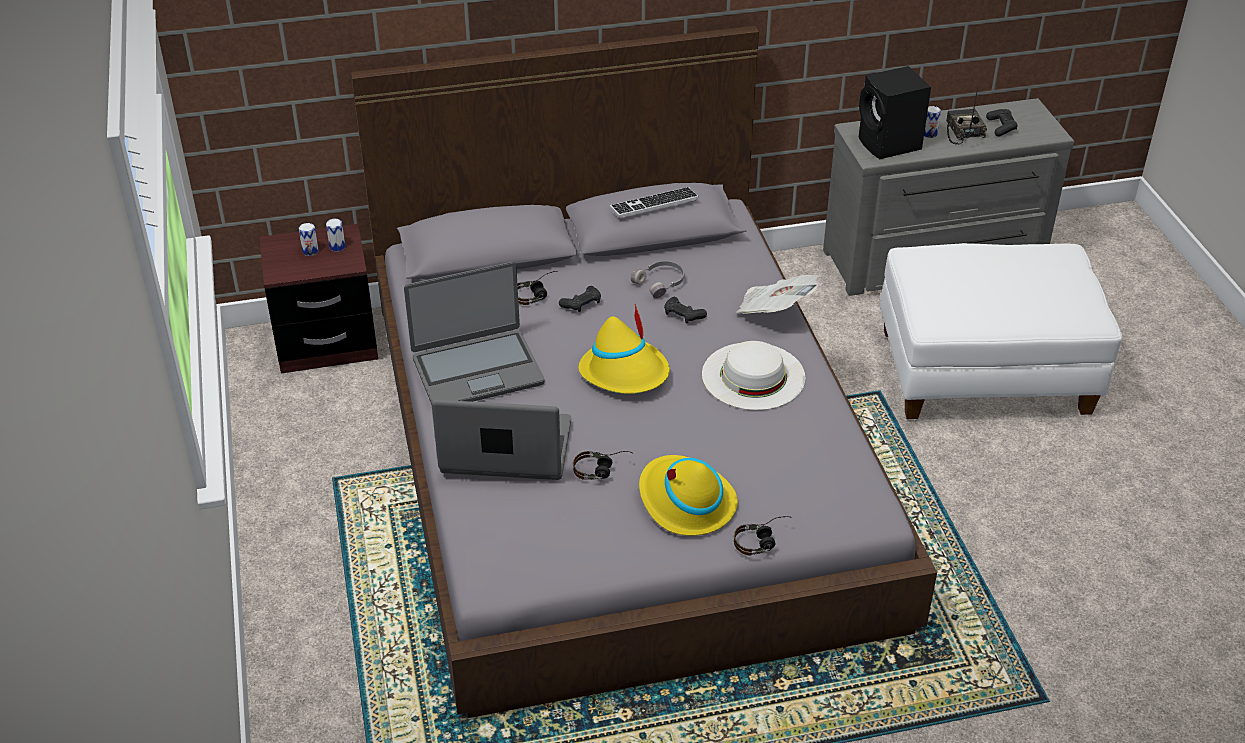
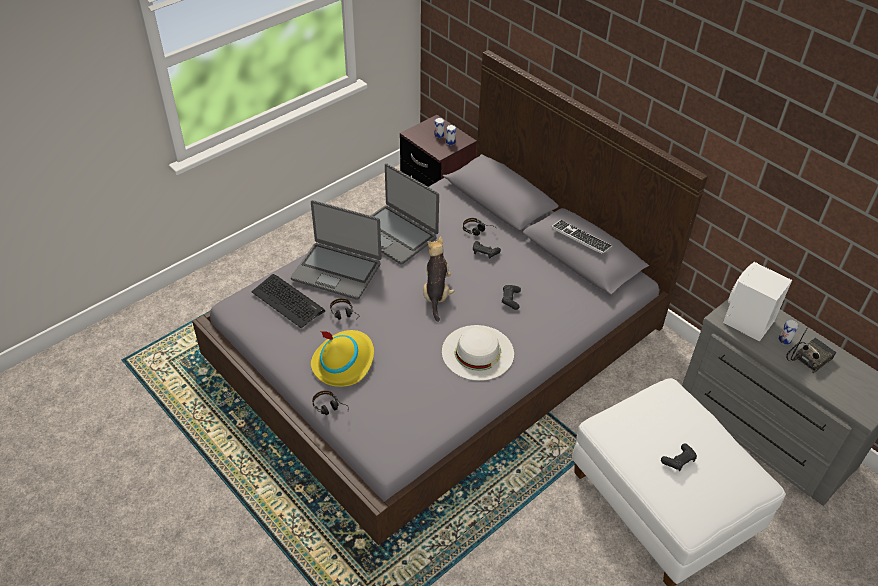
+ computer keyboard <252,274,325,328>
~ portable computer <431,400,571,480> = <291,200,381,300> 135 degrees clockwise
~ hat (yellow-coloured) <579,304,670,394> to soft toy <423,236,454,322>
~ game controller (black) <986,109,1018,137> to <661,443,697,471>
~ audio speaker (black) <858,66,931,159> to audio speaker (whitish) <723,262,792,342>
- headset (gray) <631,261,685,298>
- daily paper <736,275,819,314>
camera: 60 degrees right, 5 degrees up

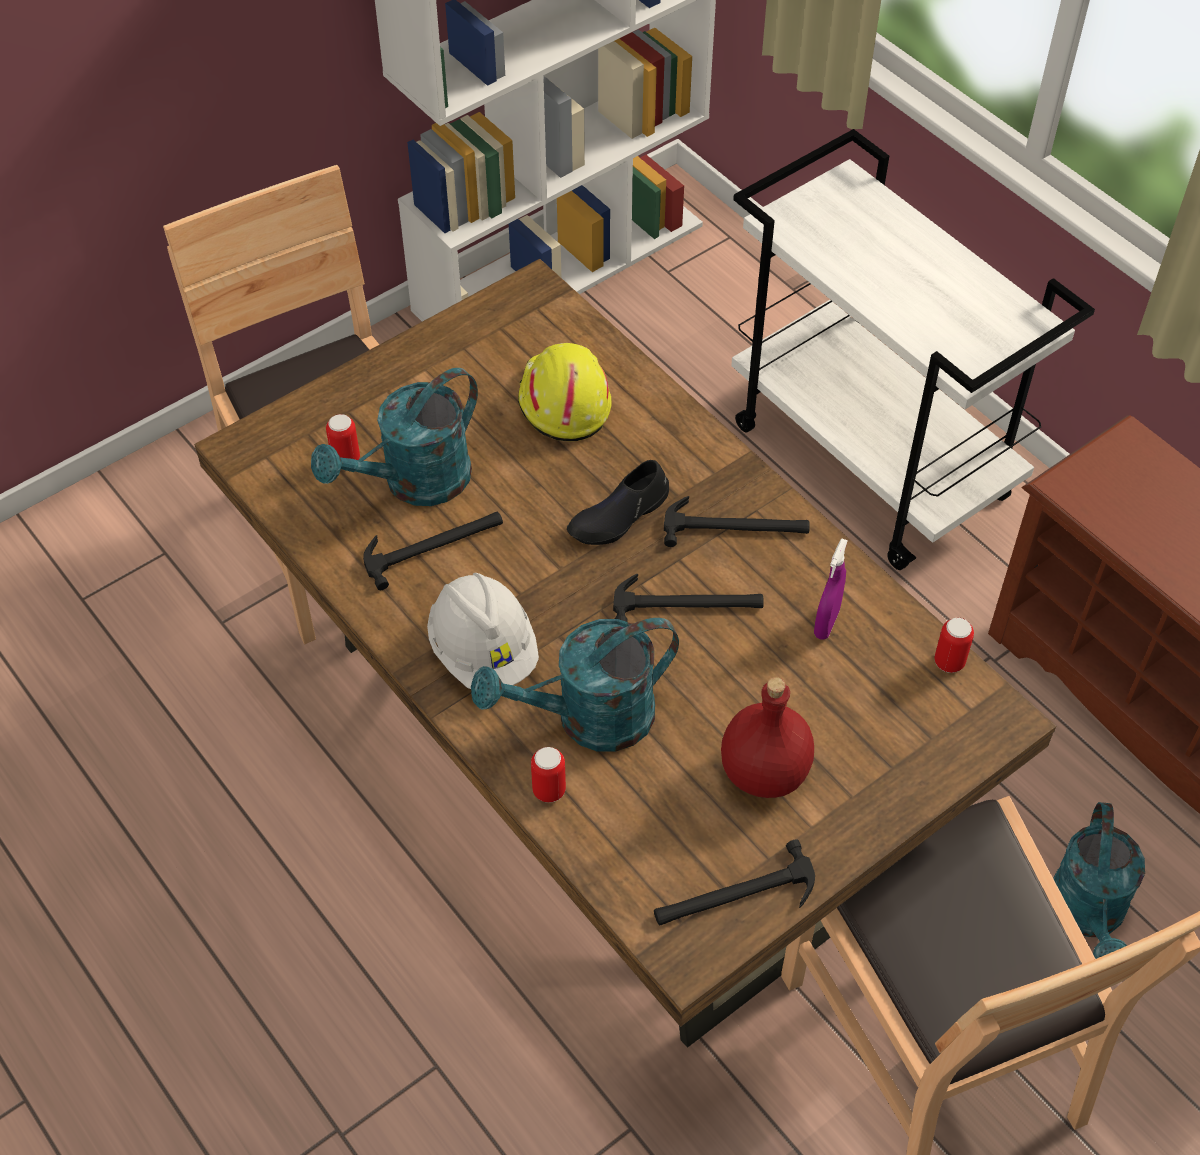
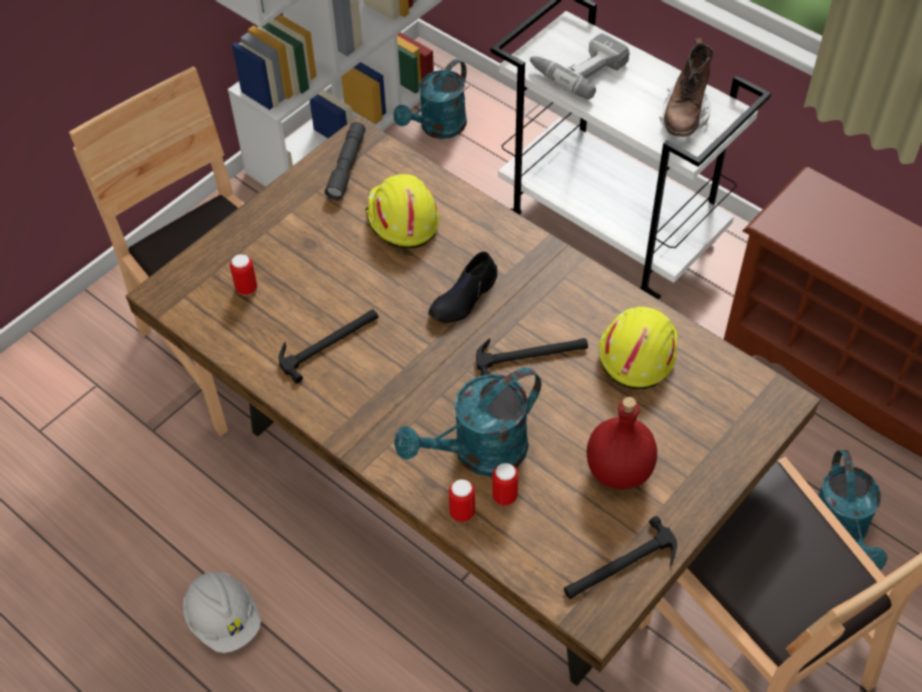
~ hard hat (whitish) <427,573,539,689> to <183,571,261,653>
+ hand torch (gray) <324,122,365,201>
~ watering can (turquoise-coloured) <311,368,478,506> to <393,59,467,139>
~ metal can <935,618,974,673> to <492,463,518,506>
+ electric drill <530,33,630,99>
~ sprayer (purple) <814,538,848,639> to hard hat (yellow-coloured) <599,307,678,389>
+ boot (brown) <660,38,714,137>
- hand hammer <664,496,810,547>
camera: 10 degrees left, 0 degrees up

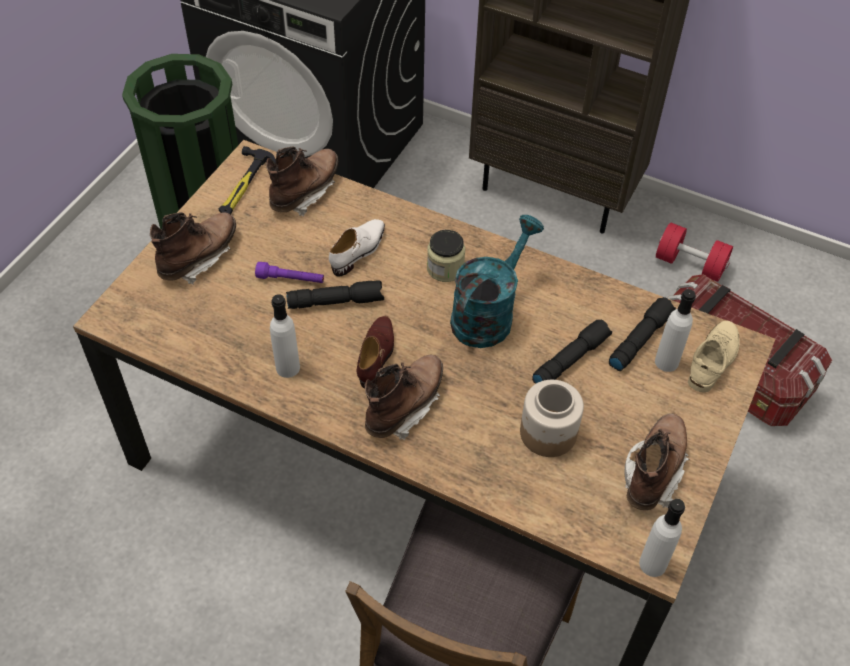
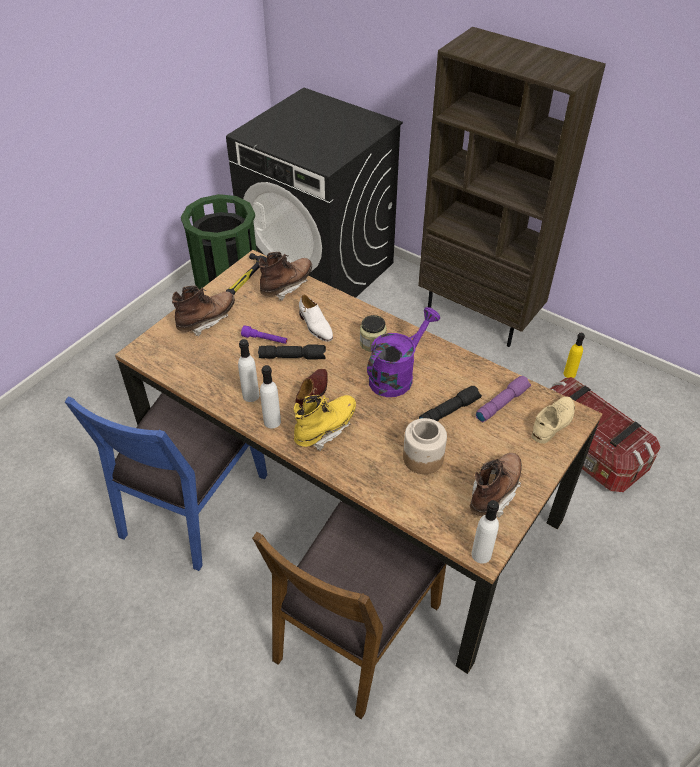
+ plain chair (blue-coloured) <65,393,267,571>
~ drink bottle (whitish) <655,289,696,372> to <260,365,281,429>
~ boot (brown) <365,355,443,440> to boot (yellow-coloured) <294,395,356,451>
~ low shoe (whitish) <329,219,385,277> = <299,295,333,342> 105 degrees clockwise
~ watering can (turquoise-coloured) <450,215,544,348> to watering can (purple) <367,307,440,397>
~ hand torch (black) <609,297,676,371> to hand torch (purple) <476,376,531,422>
~ hand weight (red) <656,222,733,282> to drink bottle (yellow-coloured) <563,333,585,378>
camera: 10 degrees right, 5 degrees down

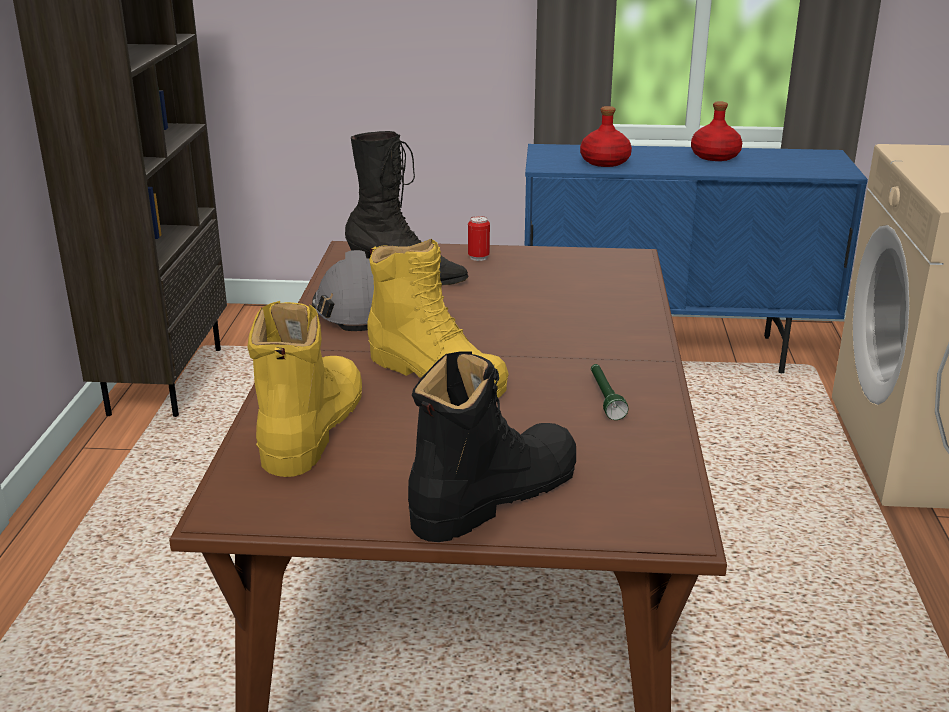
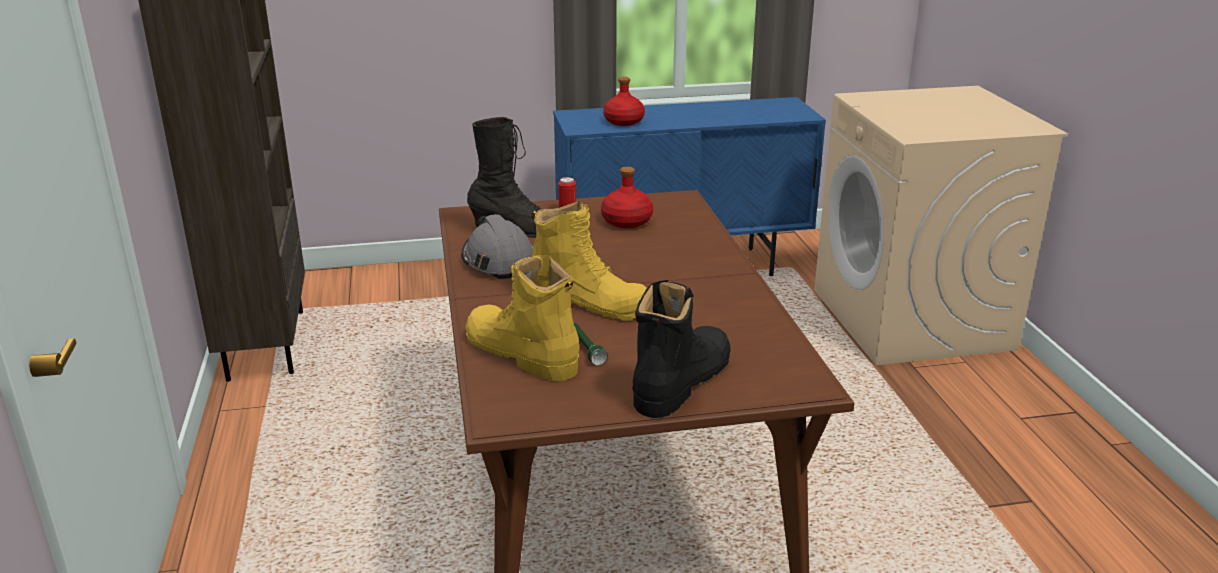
~ boot (yellow-coloured) <247,301,362,477> = <465,255,579,381> 45 degrees counterclockwise
~ hand torch (green-coloured) <591,364,628,420> to <573,322,608,366>
~ drink bottle (red) <691,101,742,161> to <601,167,653,228>
camera: 15 degrees left, 0 degrees up

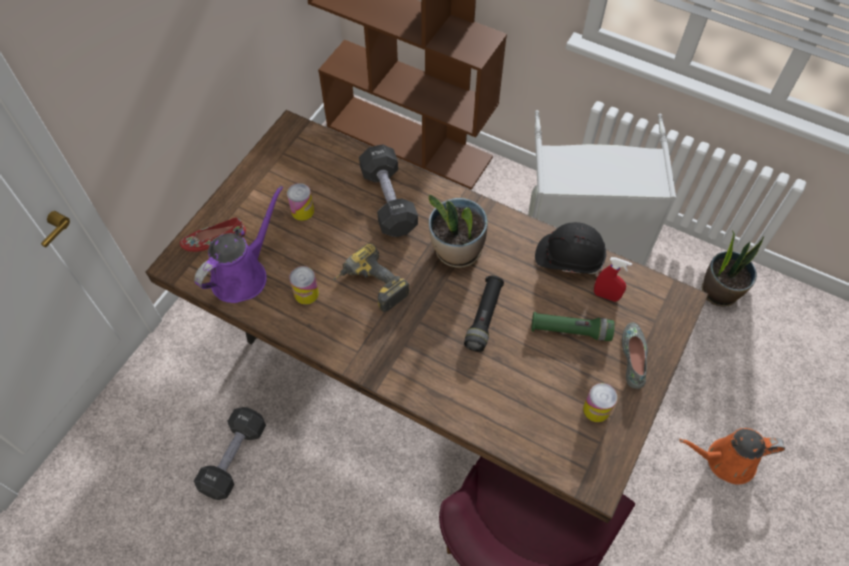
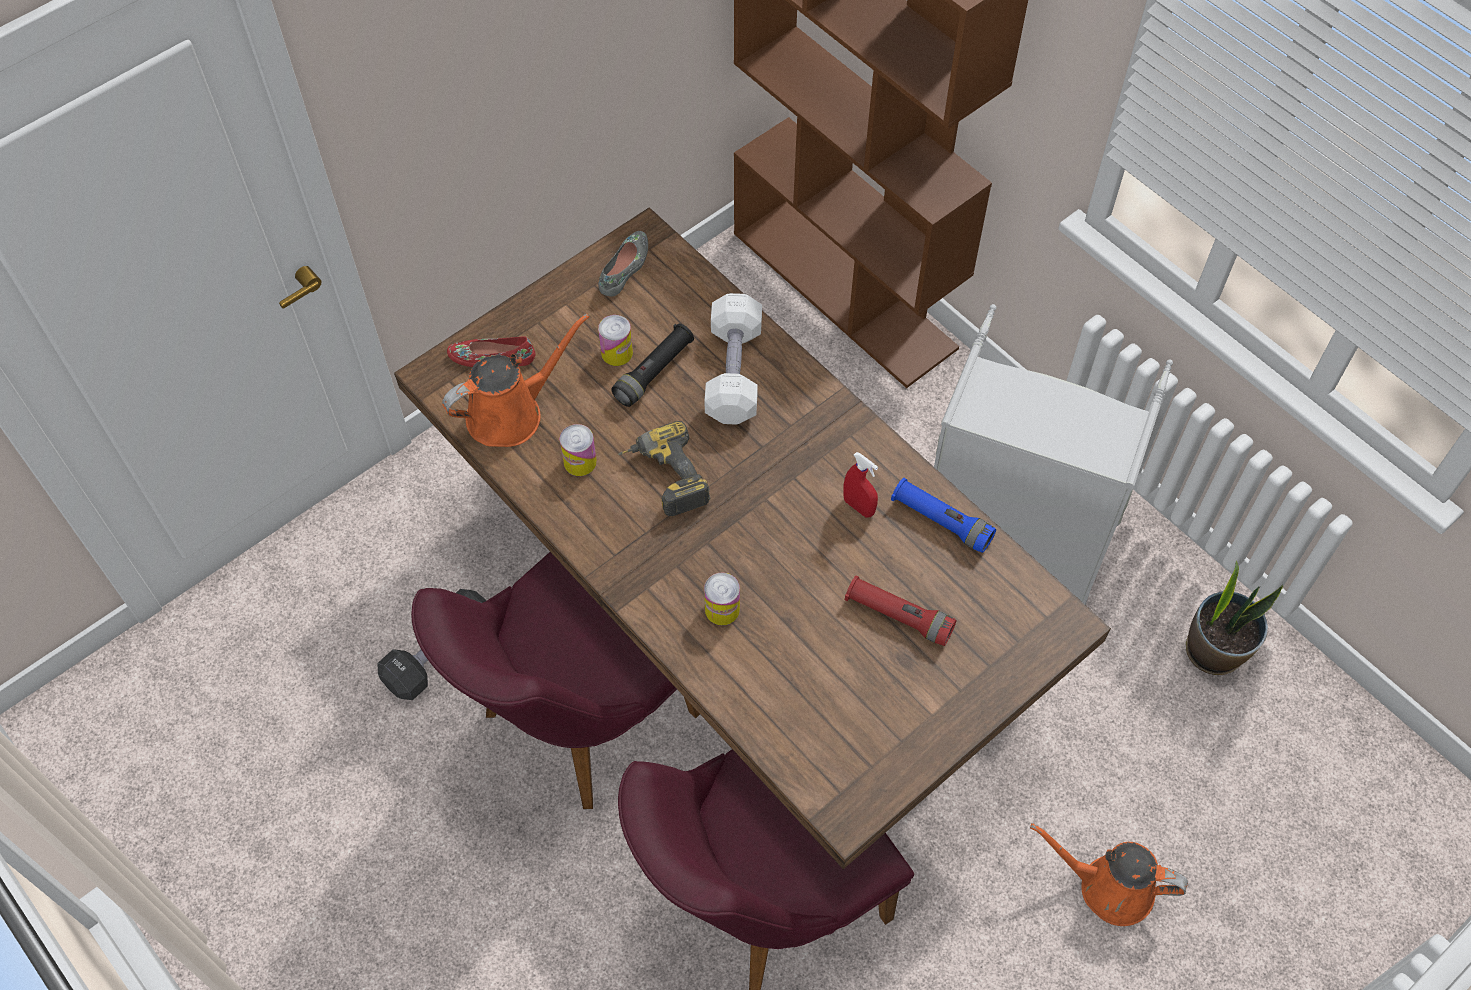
+ plain chair (purple) <411,552,700,809>
~ watering can (purple) <194,185,283,303> to watering can (orange) <442,313,589,447>
~ low shoe (gray) <622,322,648,389> to <598,231,648,297>
~ hand torch (black) <464,275,504,352> to <611,324,694,407>
~ hand weight (black) <359,144,418,237> to hand weight (whitish) <704,293,762,425>
~ metal can <583,383,617,422> to <704,572,740,625>
~ sprayer (red) <594,257,632,302> to <843,452,878,518>
~ hand torch (green-coloured) <531,312,615,341> to hand torch (red) <845,576,957,646>
~ hard hat (black) <535,222,606,274> to hand torch (blue-coloured) <891,478,996,553>
- potted plant <428,195,488,268>
camera: 20 degrees right, 0 degrees up

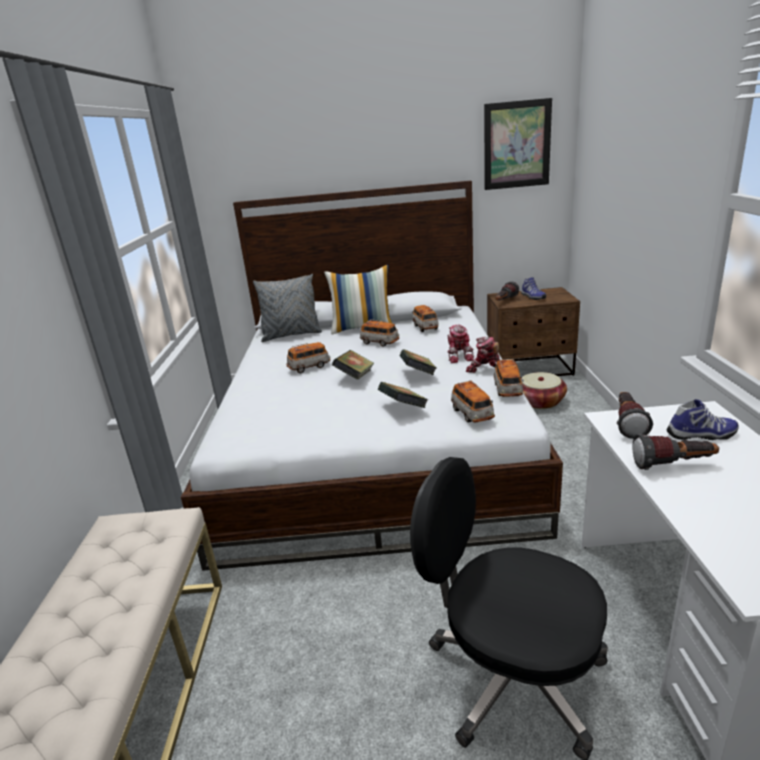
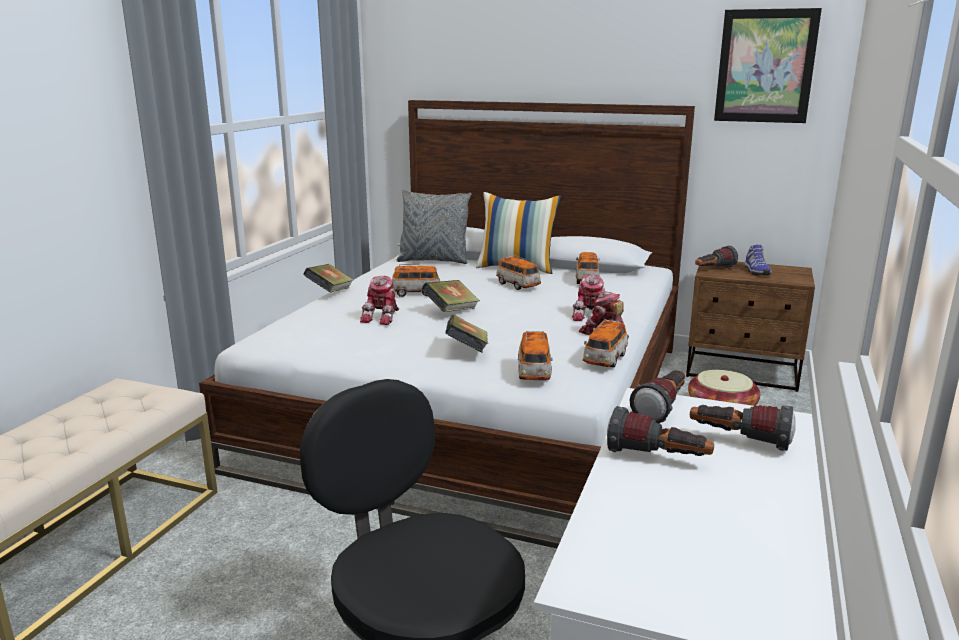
~ bound book <400,349,436,375> to <303,264,353,292>
+ toy robot <360,276,399,325>
~ low shoe <667,399,738,440> to hand torch <690,405,796,451>
camera: 20 degrees right, 5 degrees down

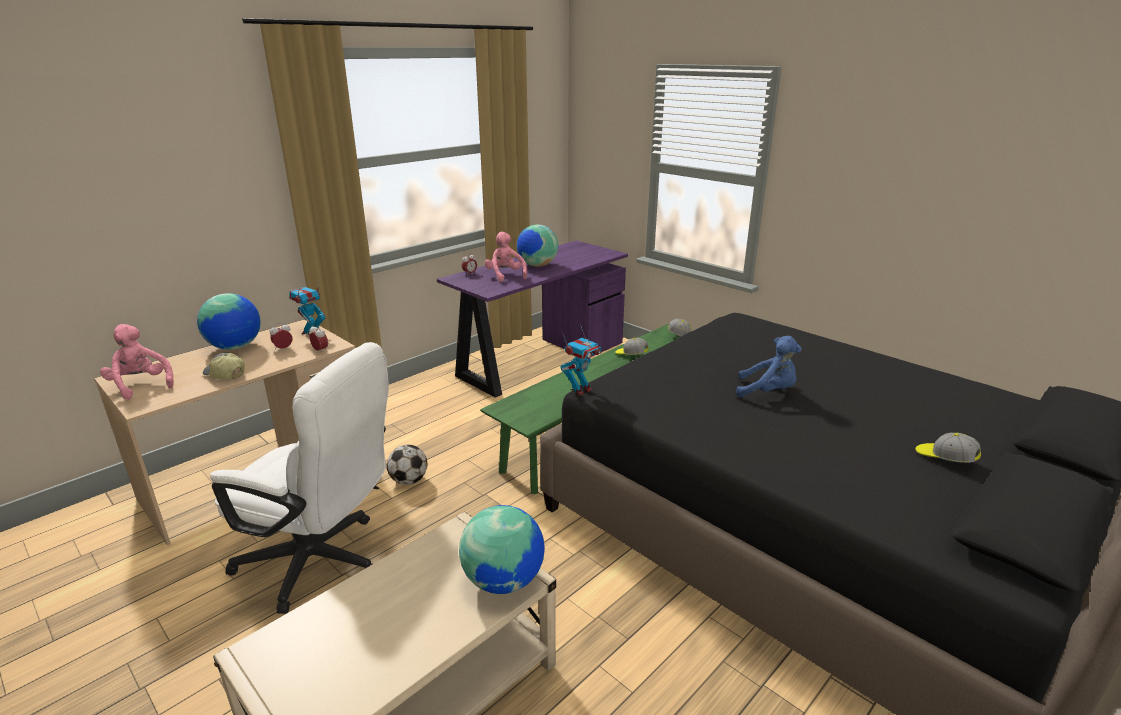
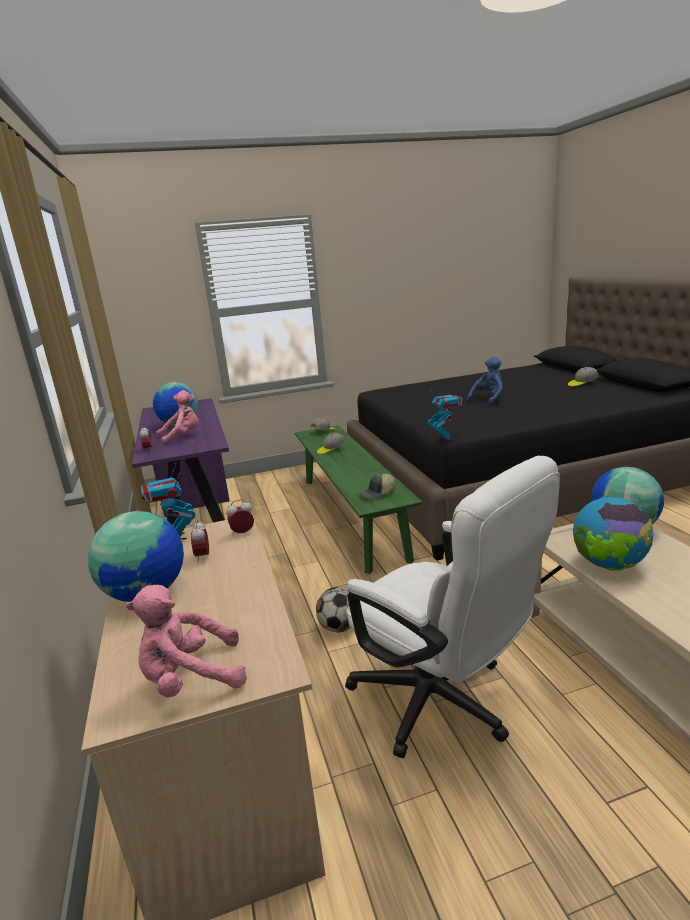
~ soft toy (pink) <485,232,527,282> = <156,390,199,445> 150 degrees clockwise
~ desk chair (whitish) <210,342,389,614> = <345,456,560,759> 90 degrees clockwise
~ baseball cap <203,353,244,380> to <360,473,396,500>
+ desk globe <573,497,653,571>
camera: 60 degrees left, 5 degrees down

